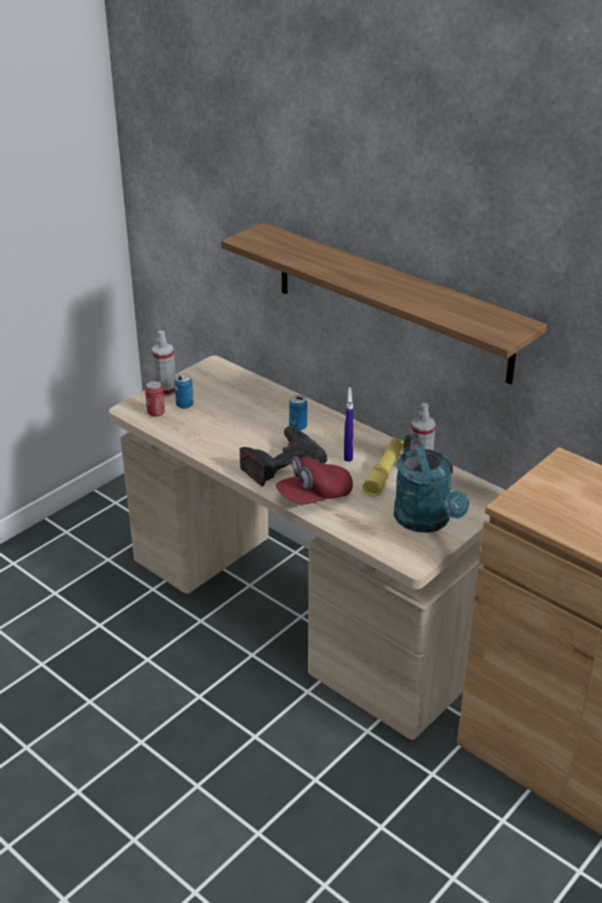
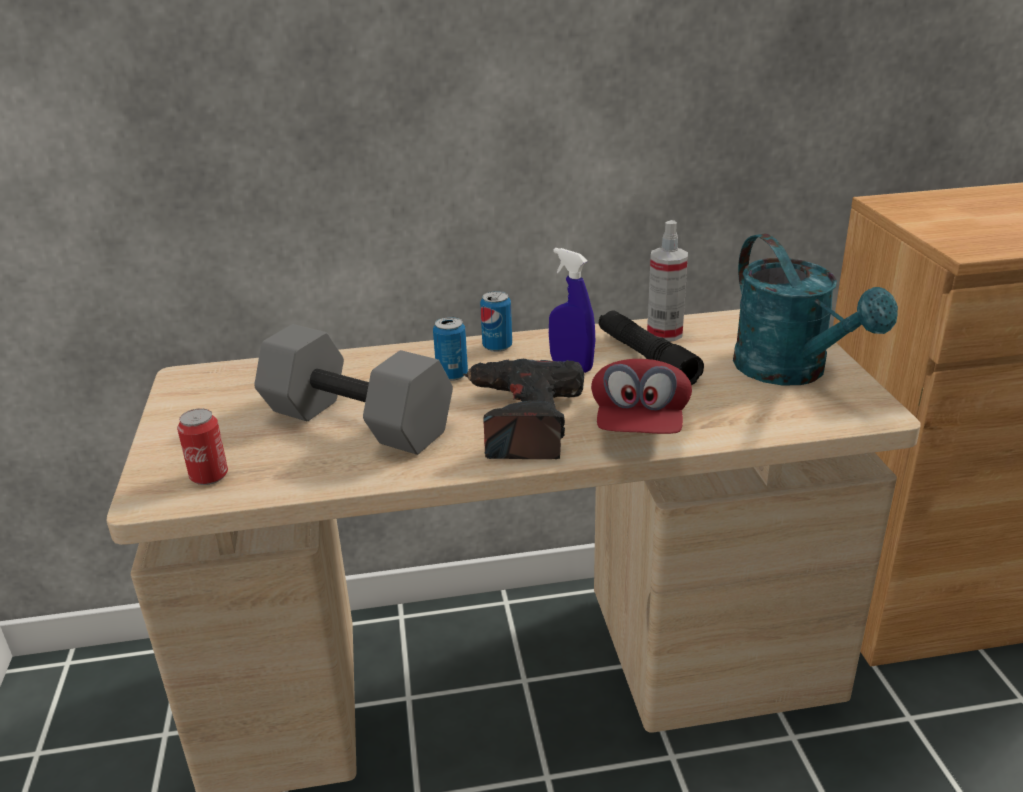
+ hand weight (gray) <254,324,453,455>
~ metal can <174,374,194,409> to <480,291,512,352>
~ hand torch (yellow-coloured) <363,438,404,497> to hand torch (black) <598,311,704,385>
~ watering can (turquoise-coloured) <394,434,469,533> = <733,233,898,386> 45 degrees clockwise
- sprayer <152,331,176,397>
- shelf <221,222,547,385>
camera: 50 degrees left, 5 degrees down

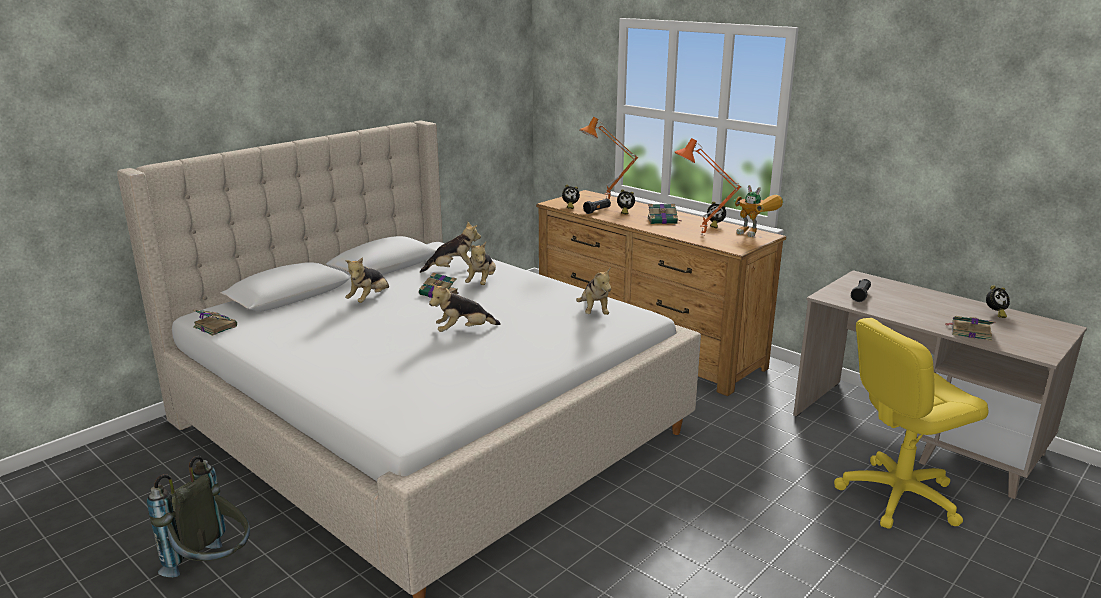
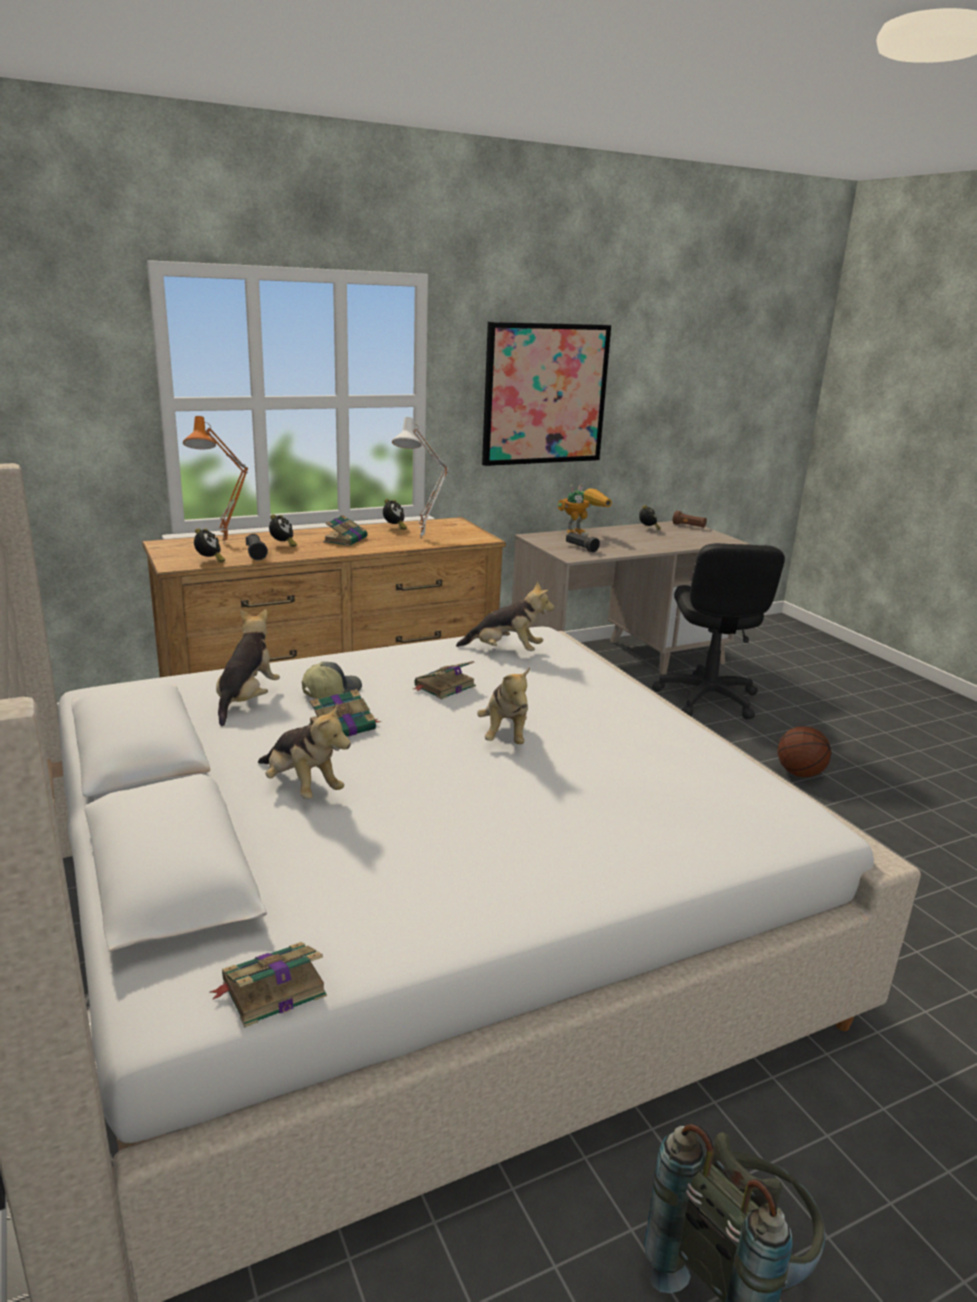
~ soft toy <465,242,496,285> to baseball cap <302,662,362,699>
~ lamp for a table (orange) <674,138,741,234> to lamp for a table (whitish) <392,417,449,539>
~ bound book <945,316,995,341> to <414,661,476,699>
+ wall picture <482,322,612,466>
~ toy robot <733,185,783,237> to <558,484,612,537>
~ desk chair (yellow-coloured) <834,318,988,529> to desk chair (black) <652,543,785,719>
+ hand torch (brown) <673,511,707,528>
+ basketball <777,726,831,777>
camera: 70 degrees left, 0 degrees up

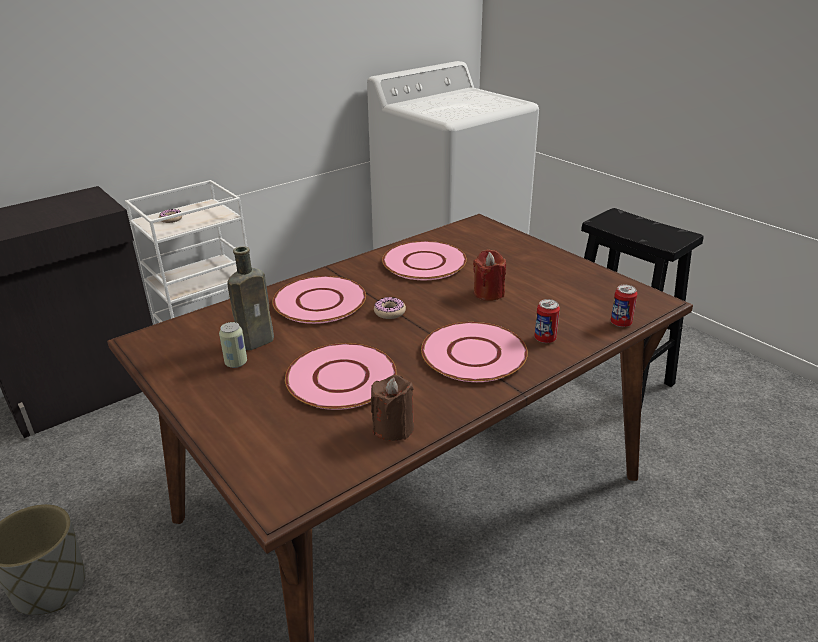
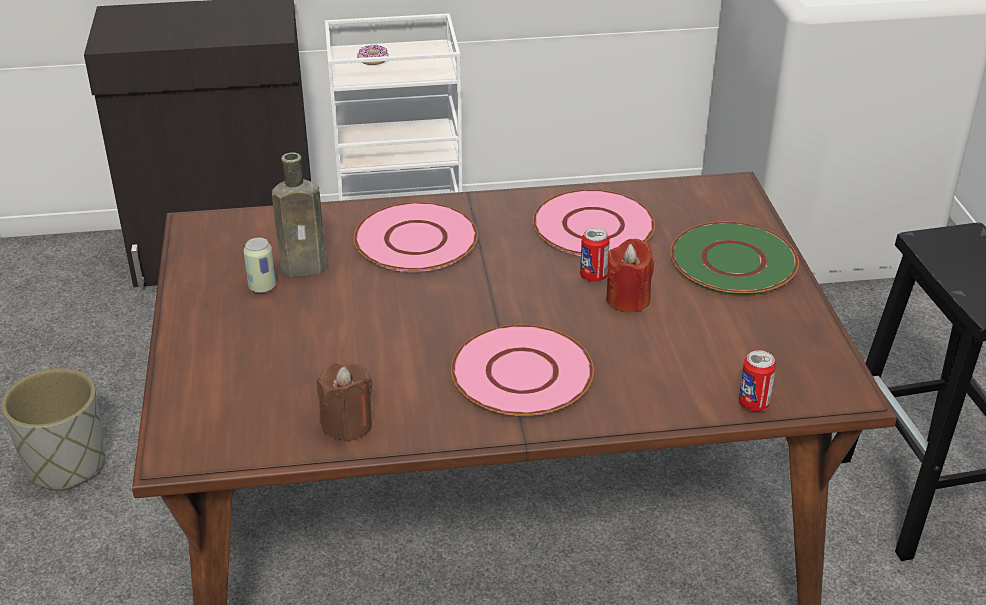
~ metal can <534,299,560,343> to <580,227,610,282>
+ dinner plate (green-coloured) <670,222,799,295>
- dinner plate (pink) <285,343,397,410>
- ring doughnut <374,297,406,319>
camera: 30 degrees right, 5 degrees up

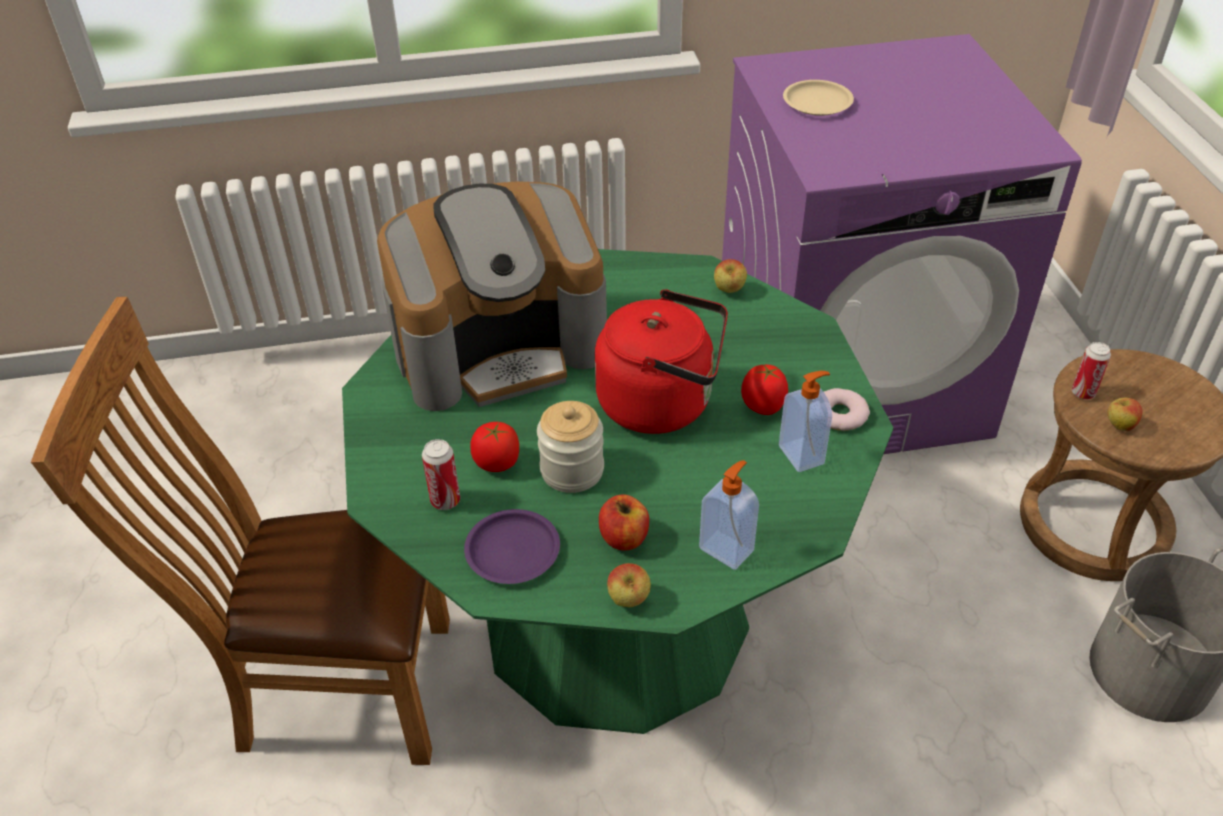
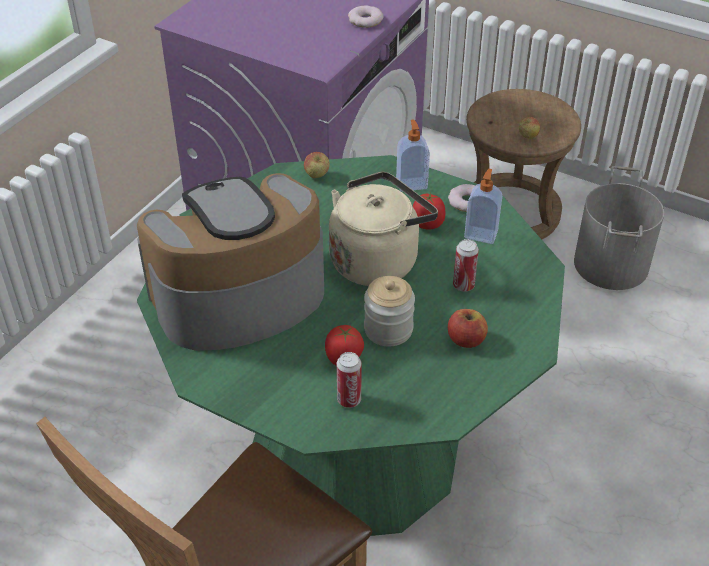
~ coffee brewer <377,181,607,411> = <137,173,324,351> 135 degrees counterclockwise
~ tea kettle (red) <595,289,728,434> to tea kettle (beige) <329,172,438,286>
+ ring doughnut <348,5,384,28>
~ liquid soap bottle <699,460,759,570> to <396,120,430,192>
~ metal can <1072,342,1111,399> to <453,239,479,292>
- dinner plate (purple) <464,509,560,584>
- whole apple <607,563,651,607>
- dinner plate (beige) <783,80,854,116>
camera: 50 degrees left, 0 degrees up

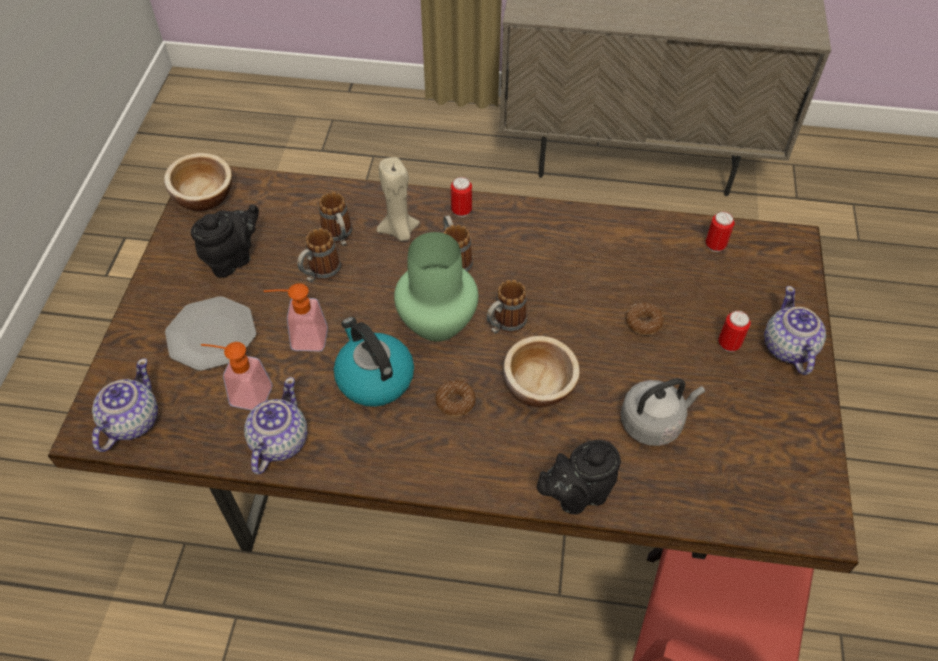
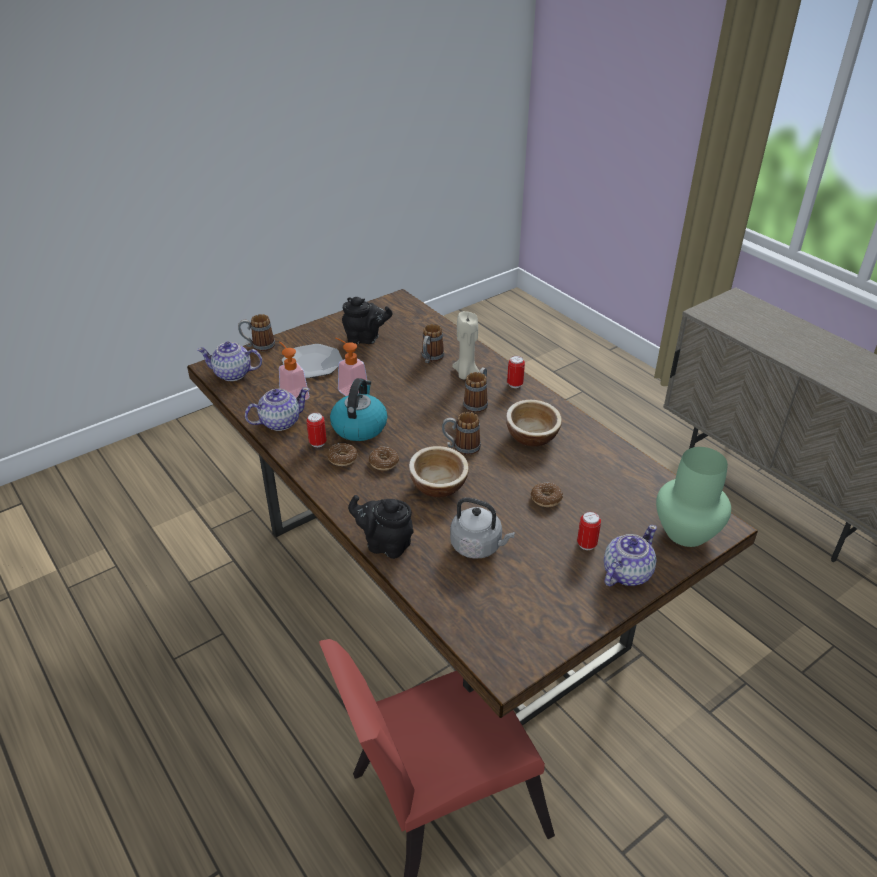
~ teapot <92,358,158,452> = <197,341,262,381> 150 degrees counterclockwise
~ mug <297,228,341,282> to <238,314,275,352>
~ metal can <705,211,735,252> to <306,412,326,447>
+ ring doughnut <327,443,358,466>
~ deep dish <164,153,232,211> to <506,400,562,447>
~ vase (green-coloured) <394,232,478,342> to <656,447,731,547>
camera: 45 degrees right, 15 degrees down

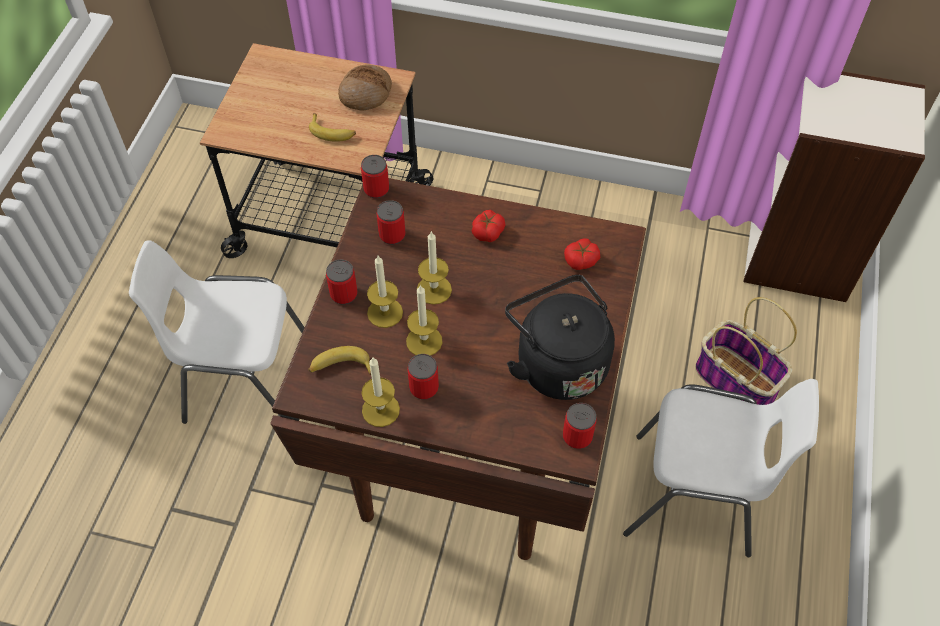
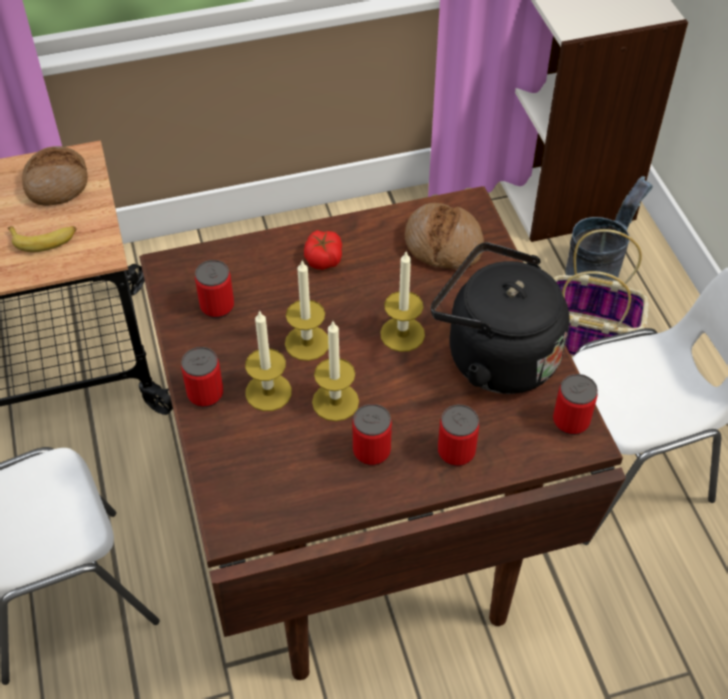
~ wax candle <361,358,400,427> to <380,252,425,352>
~ fresh tomato <564,238,600,270> to baked bread <405,202,484,269>
~ metal can <361,155,389,198> to <438,405,479,466>
+ pail (gray) <565,176,653,281>
- banana fruit <308,346,371,375>
camera: 30 degrees left, 5 degrees down

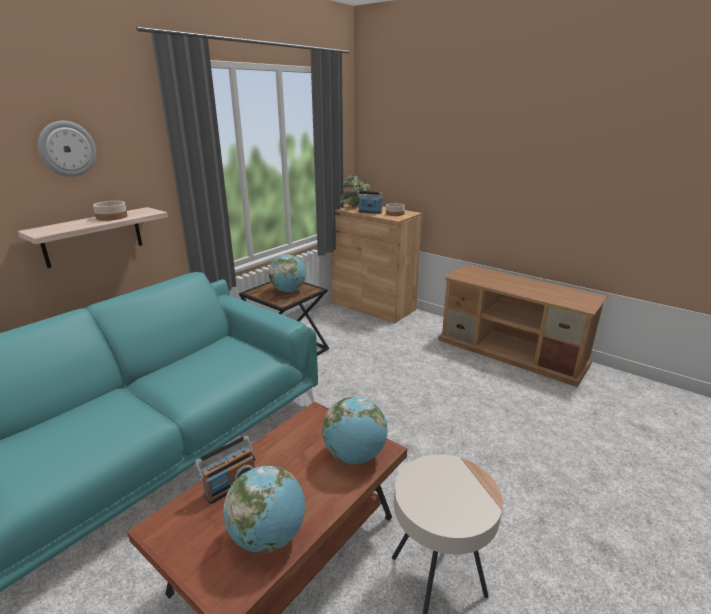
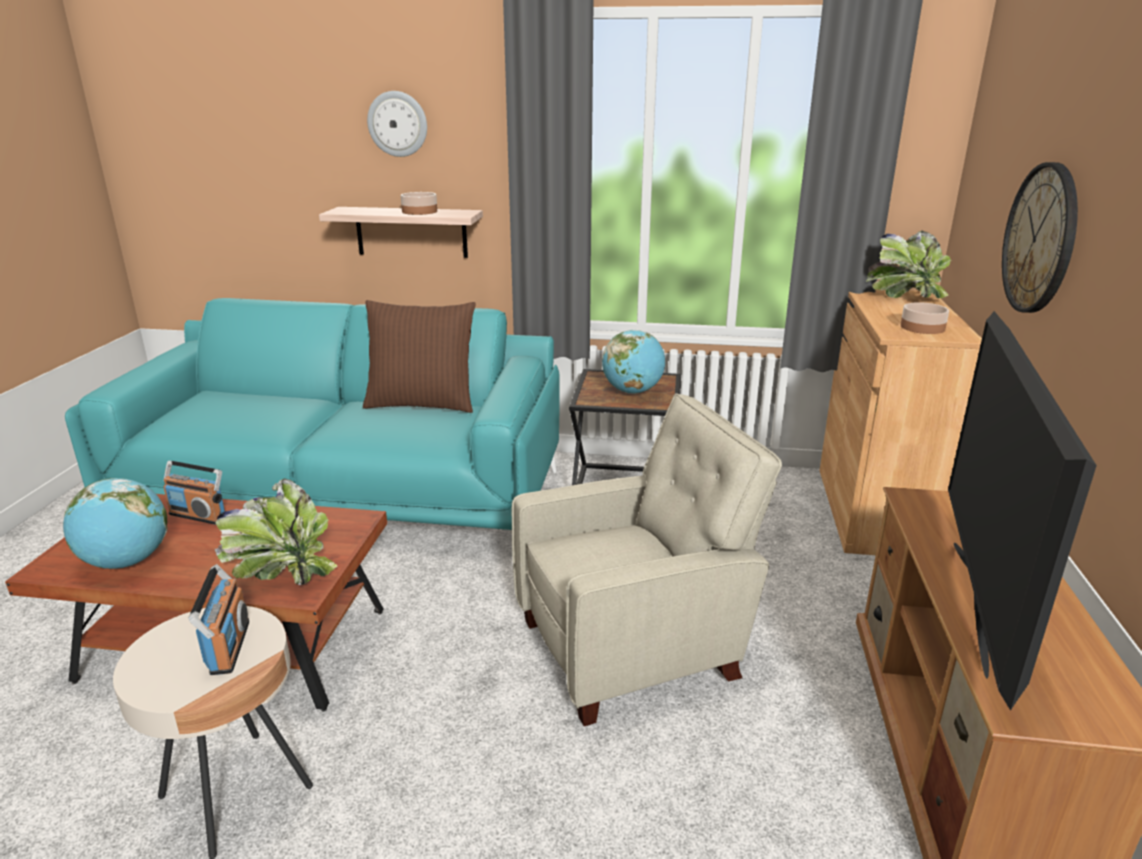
~ radio <357,191,383,214> to <188,564,249,675>
~ desk globe <322,397,387,464> to potted plant <215,478,337,585>
+ cushion (brown) <363,300,476,413>
+ armchair (beige) <512,393,782,726>
+ television <948,311,1097,711>
+ wall clock <1002,162,1078,313>
camera: 60 degrees right, 0 degrees up

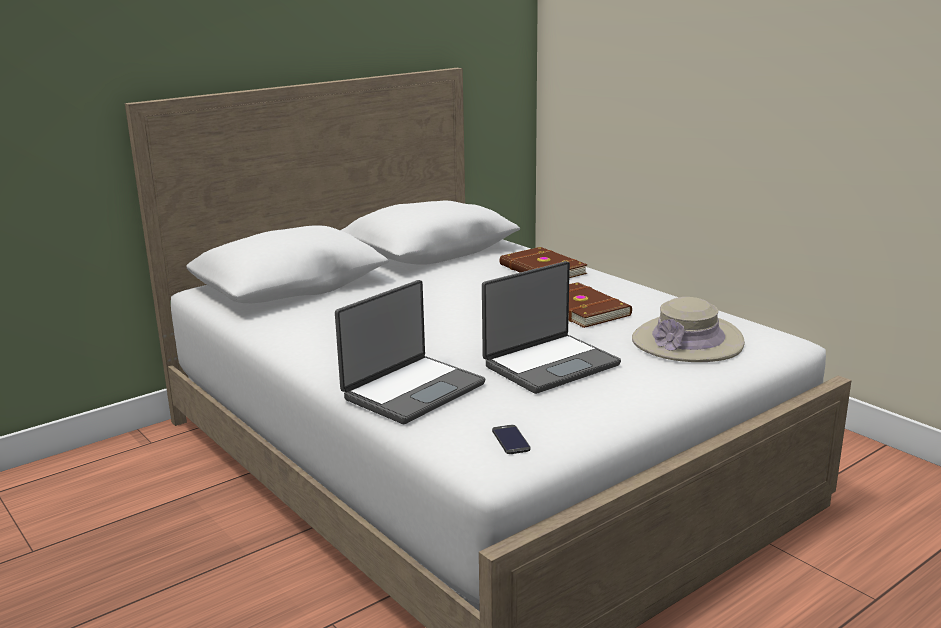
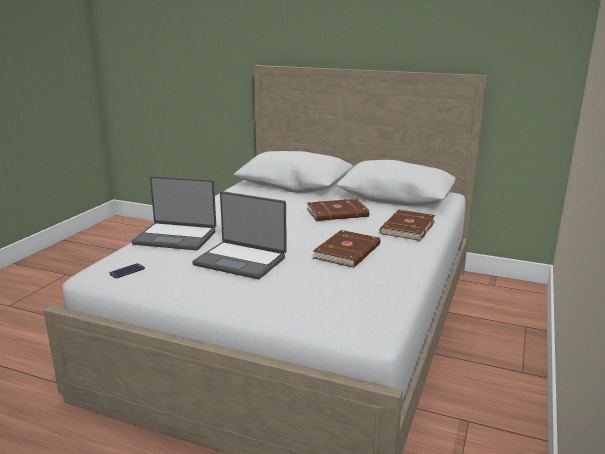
+ bound book (brown) <307,199,369,221>
- hat (beige) <632,297,745,362>
camera: 60 degrees right, 0 degrees up

